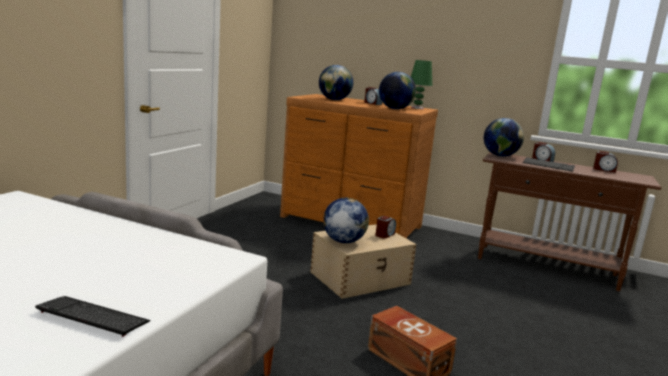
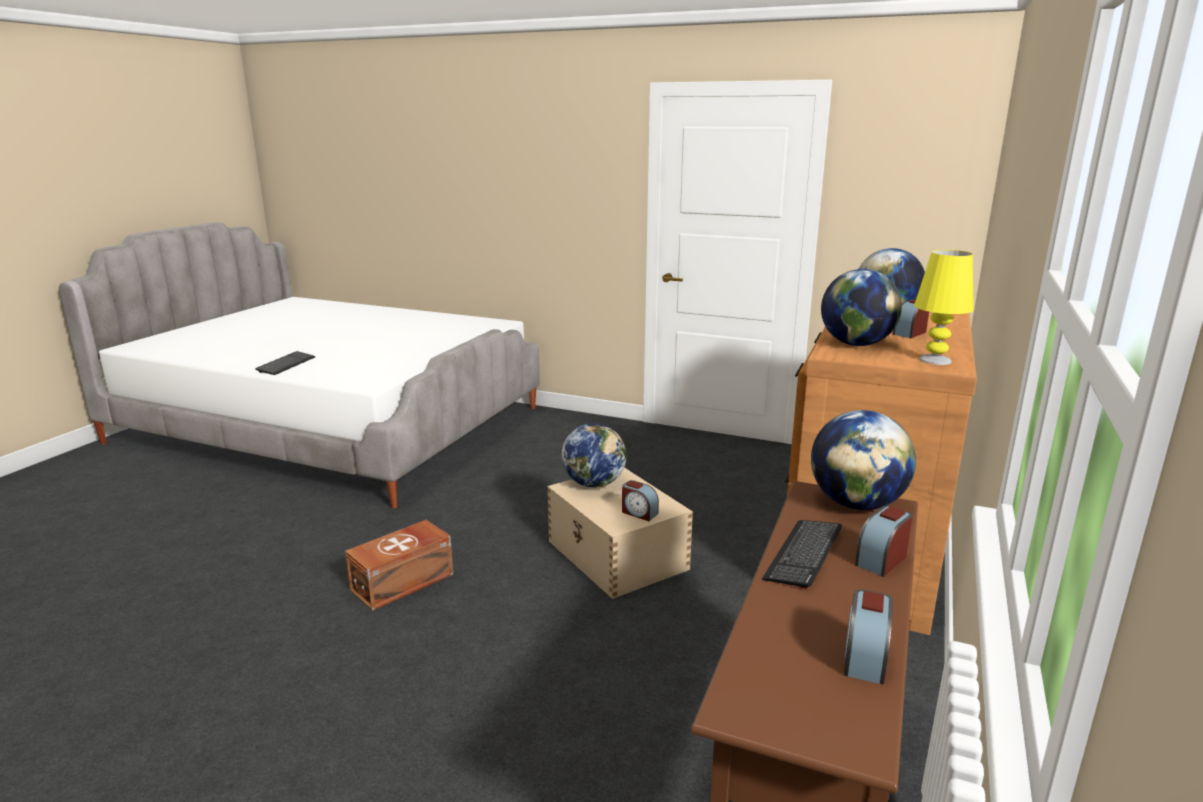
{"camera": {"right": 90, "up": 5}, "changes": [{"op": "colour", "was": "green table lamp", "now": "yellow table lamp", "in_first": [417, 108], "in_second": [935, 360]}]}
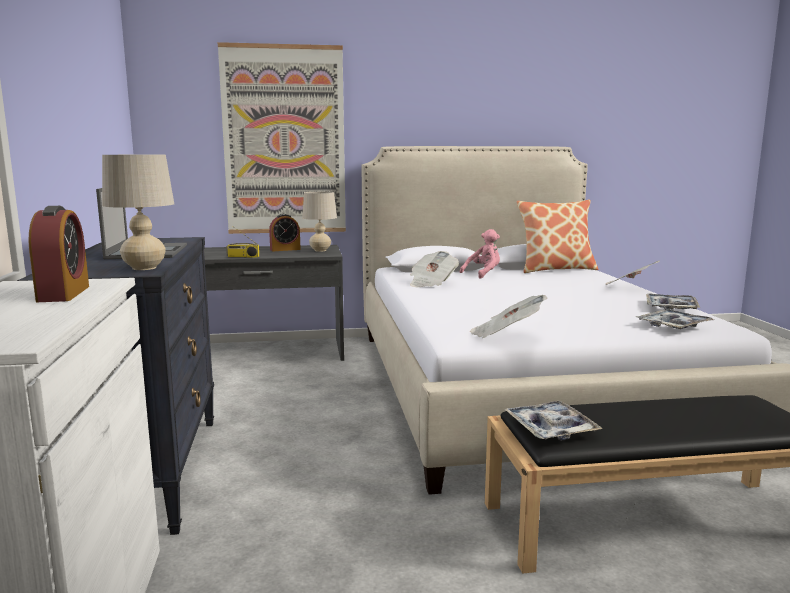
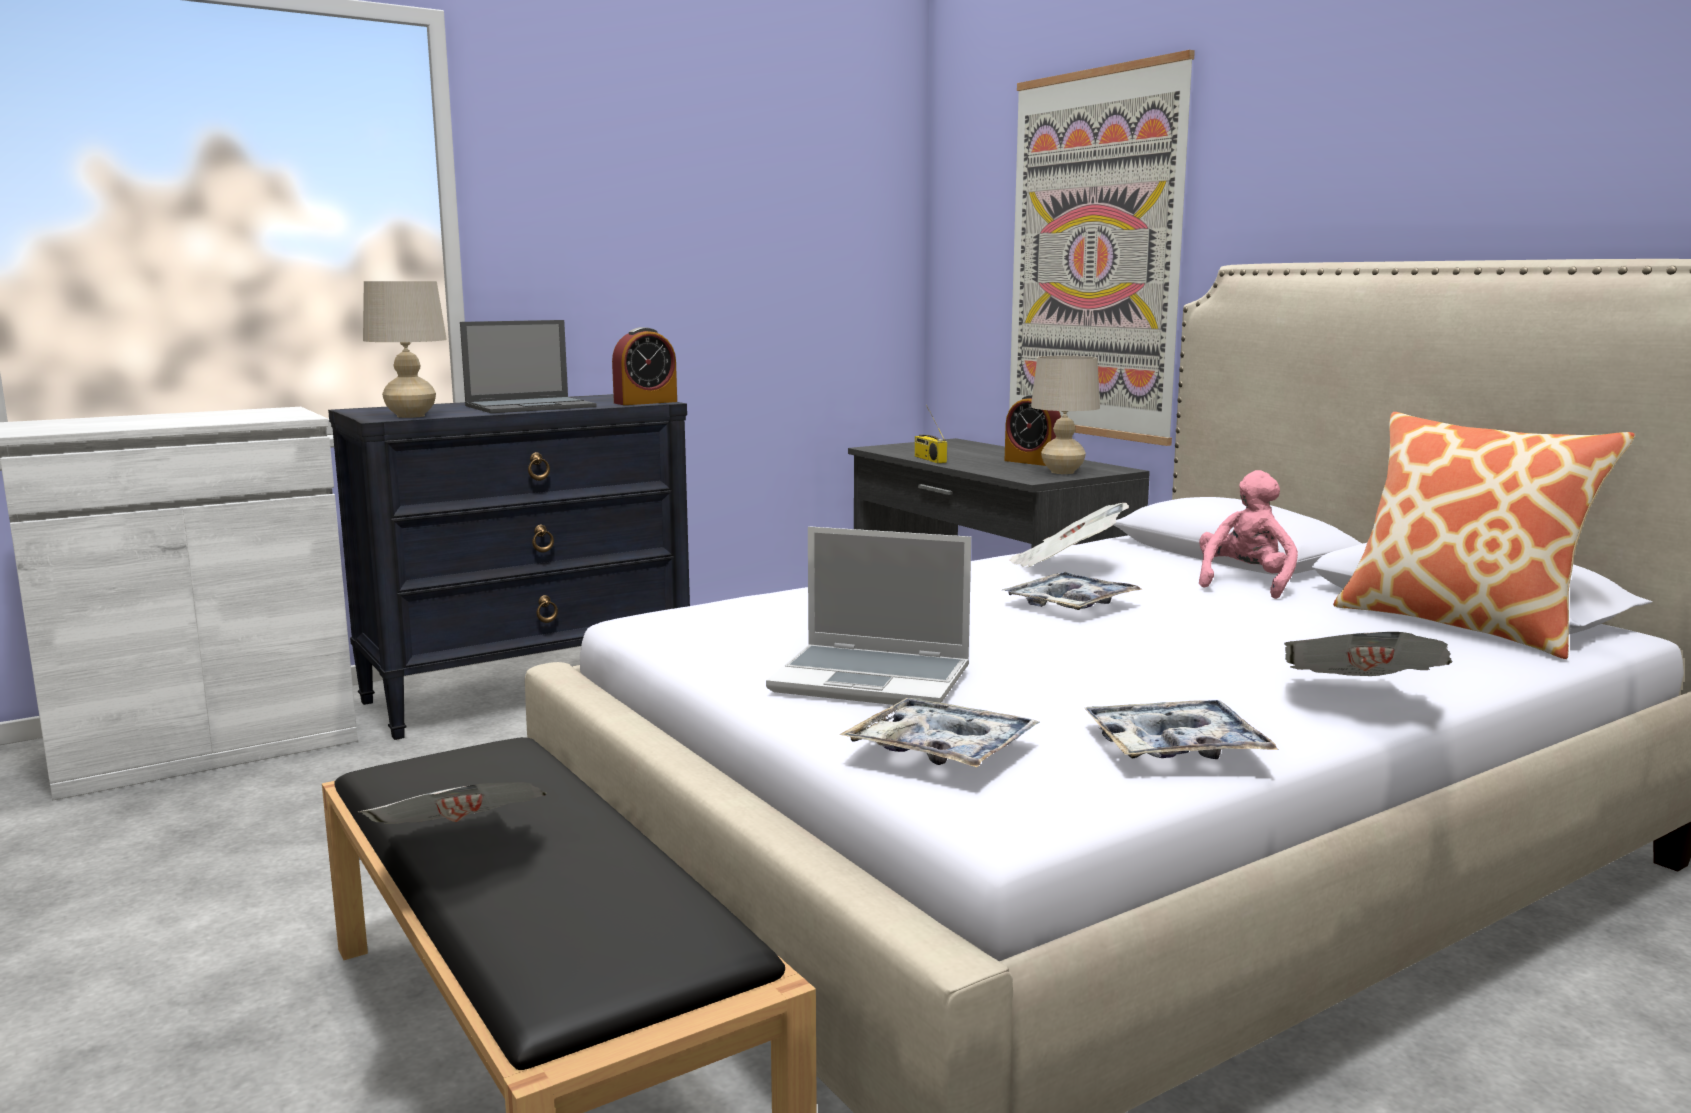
{"camera": {"right": 65, "up": 0}, "changes": [{"op": "relocated", "was": "alarm clock", "in_first": [63, 294], "in_second": [645, 402]}, {"op": "spun", "was": "pink plush toy", "in_first": [483, 274], "in_second": [1245, 583], "clockwise": -90}, {"op": "relocated", "was": "newspaper", "in_first": [506, 335], "in_second": [459, 850]}, {"op": "relocated", "was": "tray", "in_first": [550, 428], "in_second": [1070, 604]}, {"op": "appeared", "now": "laptop", "in_second": [874, 680]}]}
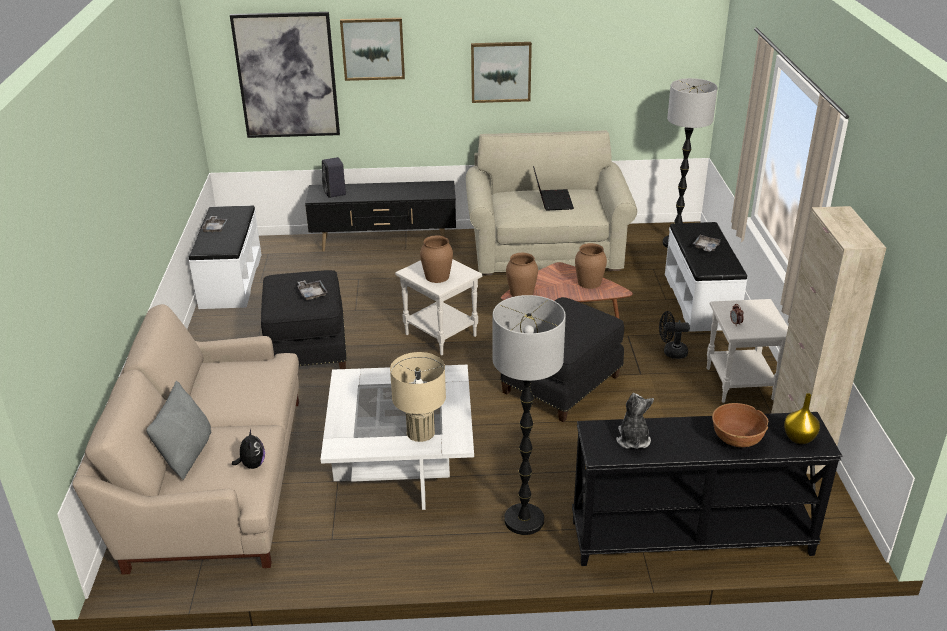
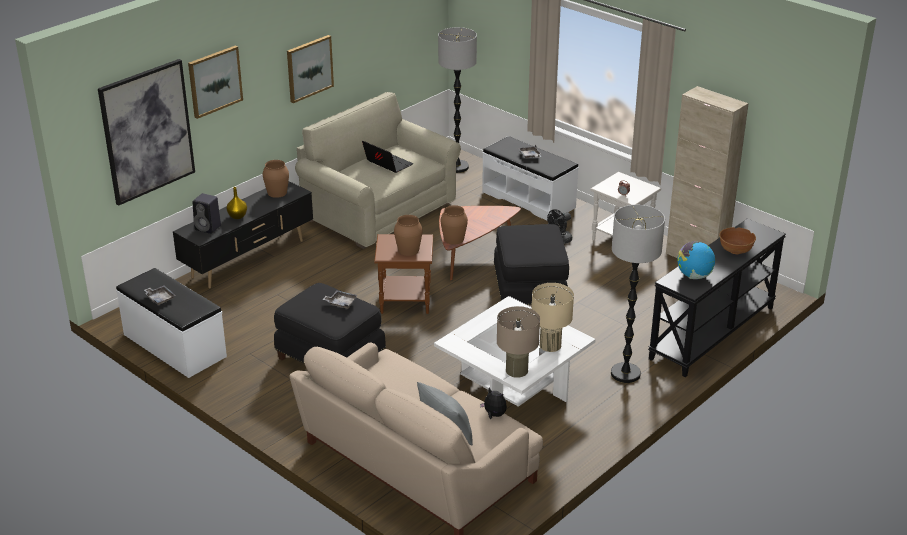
{"camera": {"right": -45, "up": 0}, "changes": [{"op": "colour", "was": "white side table", "now": "brown side table", "in_first": [442, 335], "in_second": [406, 301]}, {"op": "relocated", "was": "brown vase", "in_first": [589, 282], "in_second": [277, 192]}, {"op": "exchanged", "was": "plush toy", "now": "globe", "in_first": [633, 439], "in_second": [694, 276]}, {"op": "relocated", "was": "yellow vase", "in_first": [799, 438], "in_second": [238, 216]}, {"op": "appeared", "now": "beige table lamp", "in_second": [516, 370]}]}
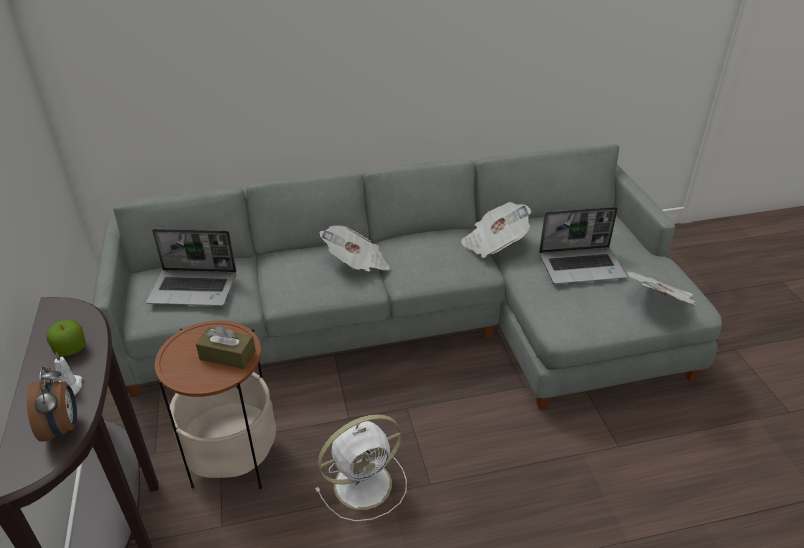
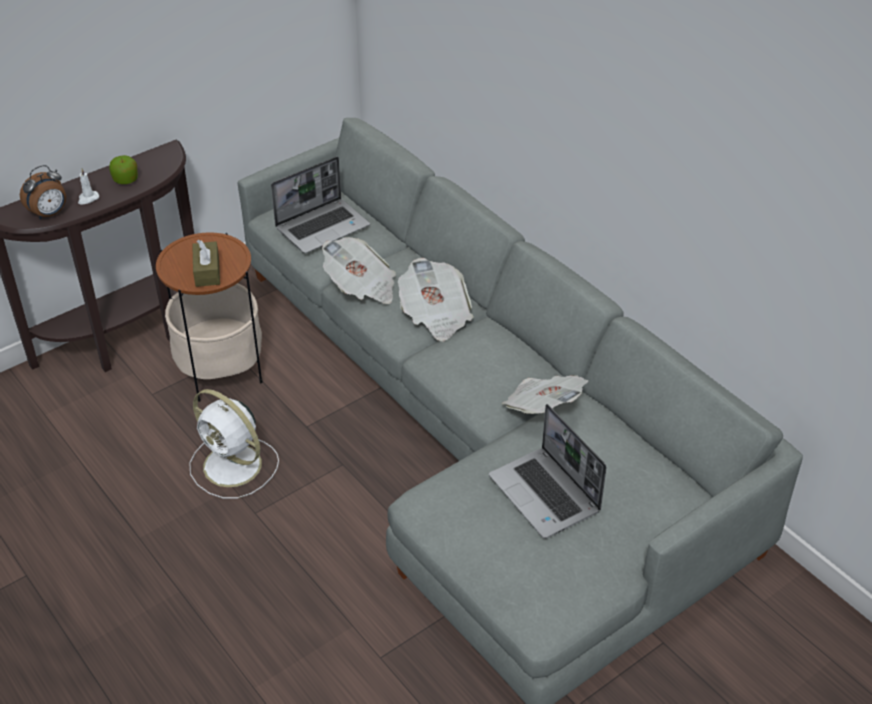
{"camera": {"right": 65, "up": 5}, "changes": [{"op": "spun", "was": "laptop", "in_first": [194, 288], "in_second": [323, 227], "clockwise": -105}, {"op": "relocated", "was": "newspaper", "in_first": [660, 303], "in_second": [361, 287]}]}
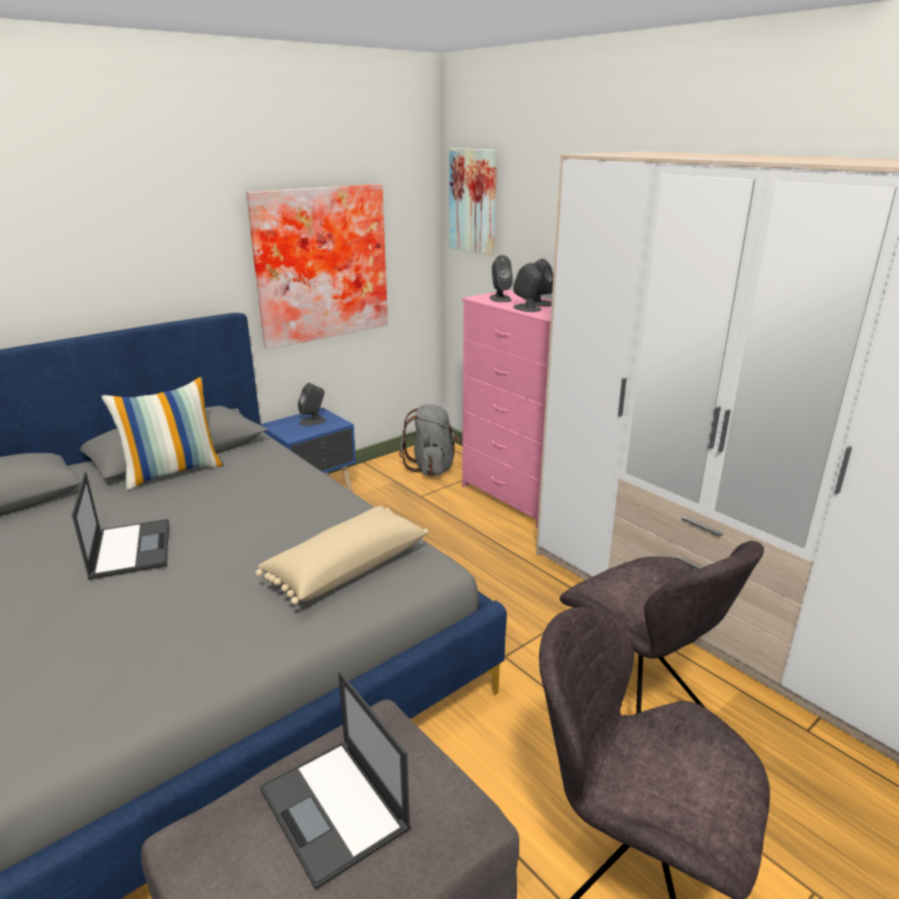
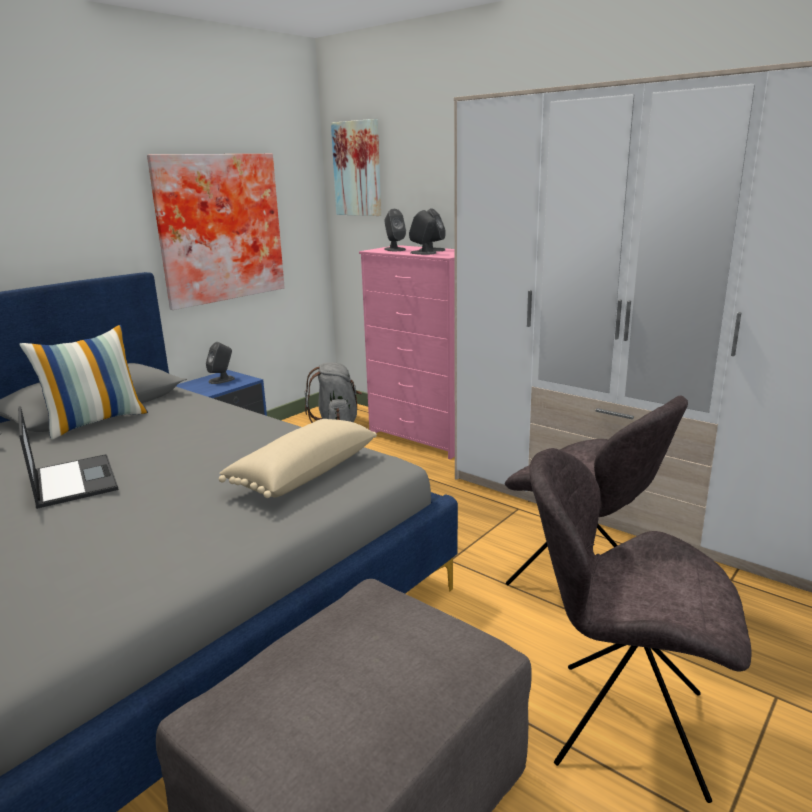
{"camera": {"right": -10, "up": -5}, "changes": [{"op": "missing", "was": "laptop", "in_first": [335, 810]}]}
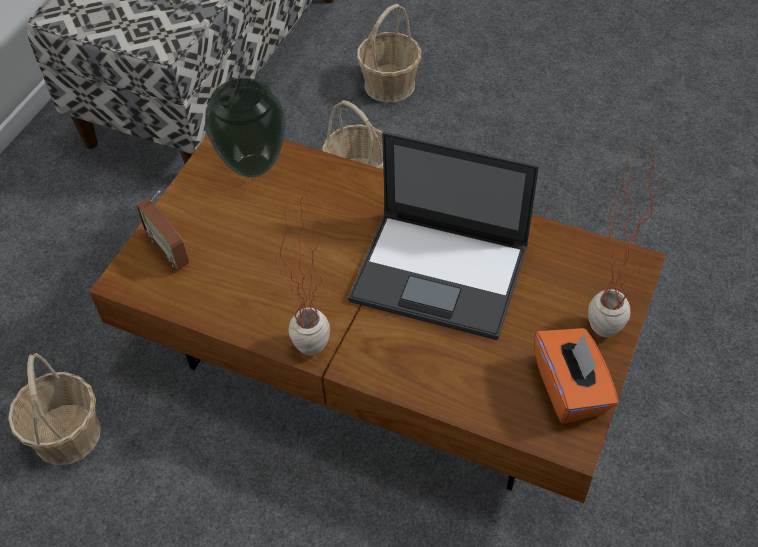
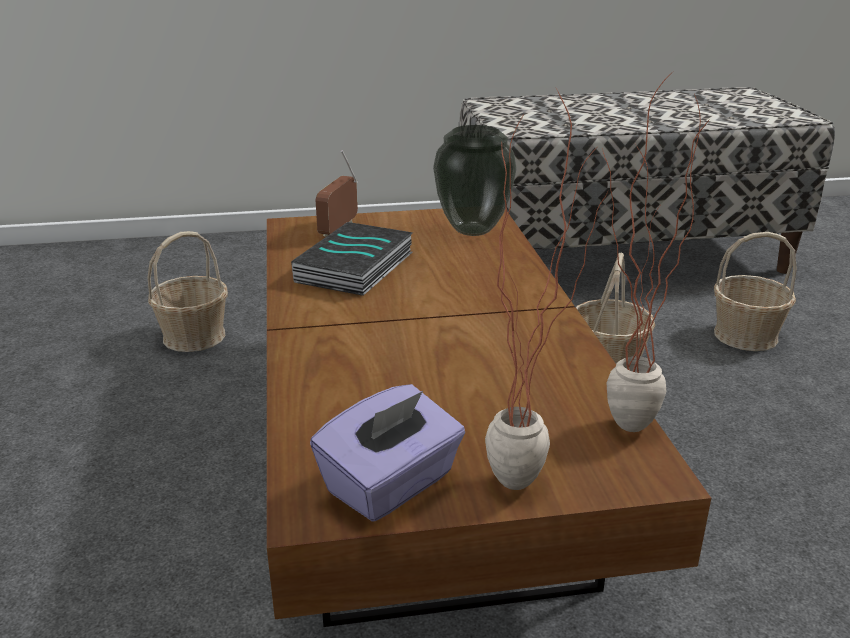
{"camera": {"right": 55, "up": -25}, "changes": [{"op": "relocated", "was": "potted plant", "in_first": [310, 358], "in_second": [616, 430]}, {"op": "missing", "was": "laptop", "in_first": [442, 273]}, {"op": "colour", "was": "orange tissue box", "now": "purple tissue box", "in_first": [570, 389], "in_second": [391, 485]}, {"op": "appeared", "now": "book", "in_second": [356, 268]}]}
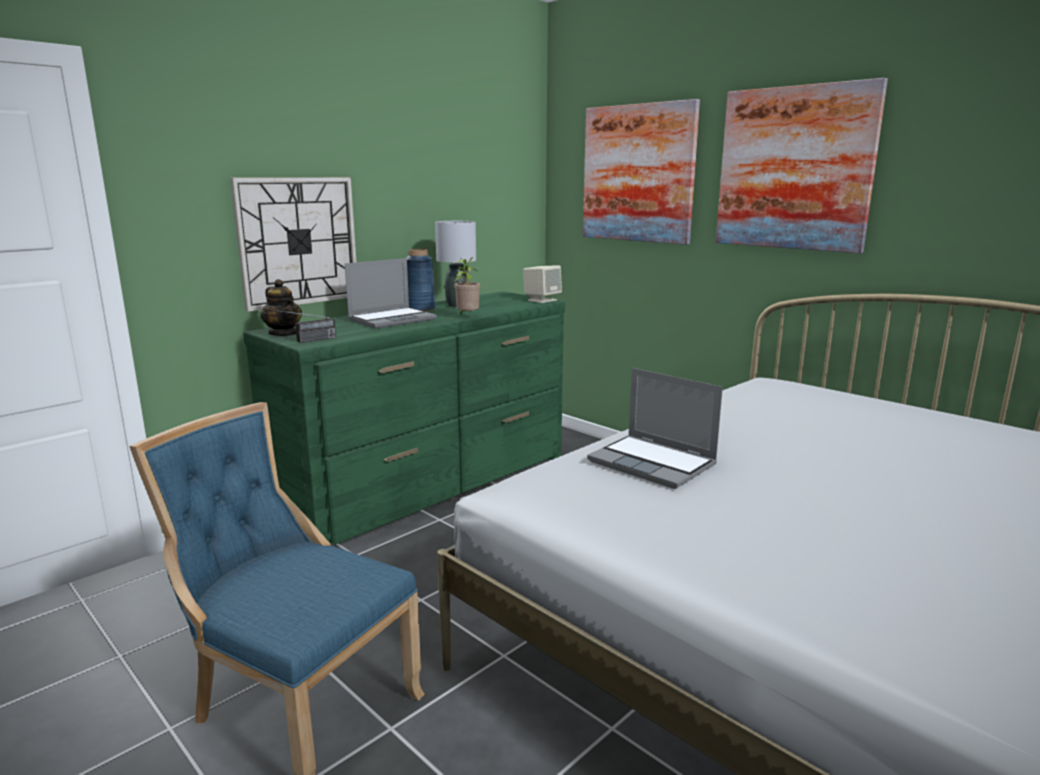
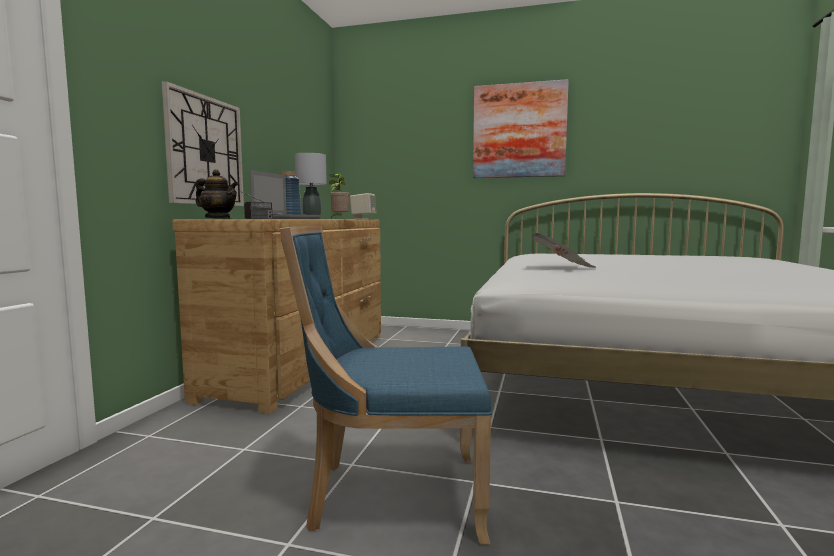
{"camera": {"right": -30, "up": -10}, "changes": [{"op": "colour", "was": "green dresser", "now": "brown dresser", "in_first": [430, 486], "in_second": [306, 362]}, {"op": "missing", "was": "picture", "in_first": [638, 174]}, {"op": "exchanged", "was": "laptop", "now": "newspaper", "in_first": [654, 463], "in_second": [562, 267]}]}
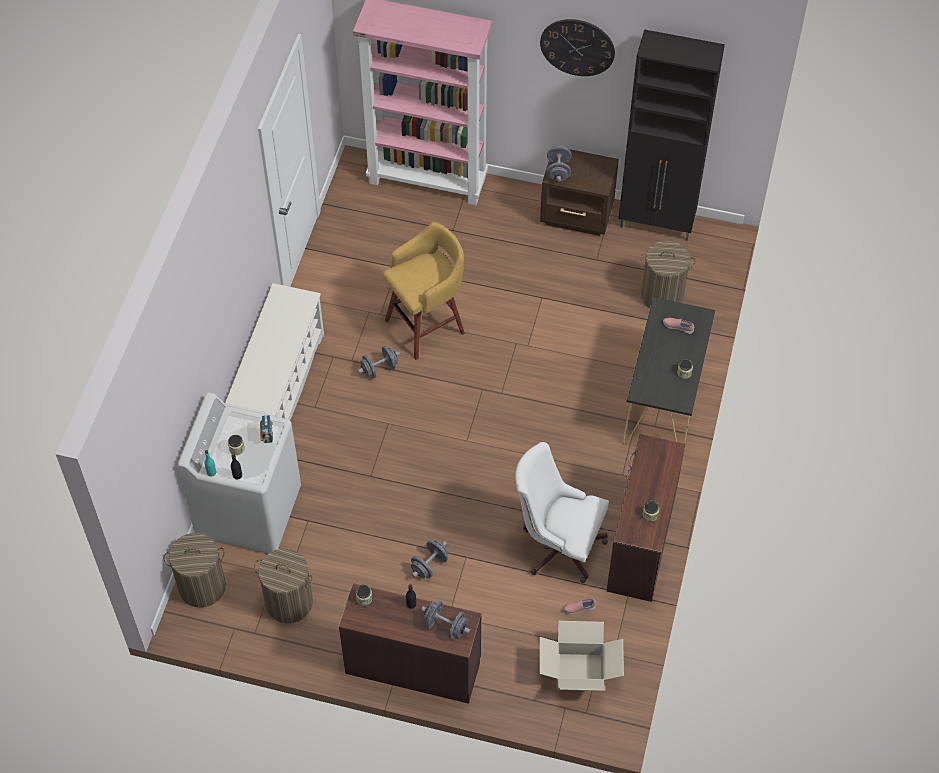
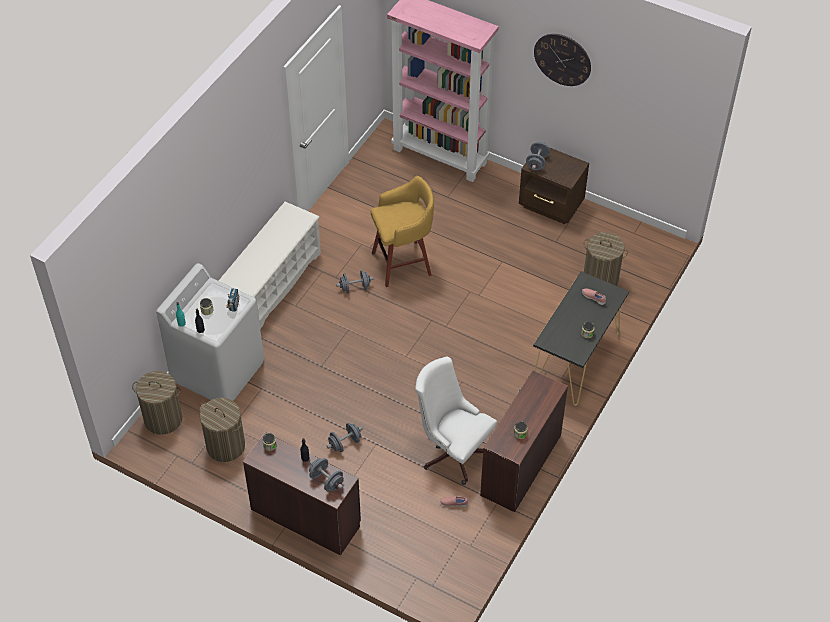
{"camera": {"right": 15, "up": -5}, "changes": [{"op": "missing", "was": "cardboard box", "in_first": [579, 673]}, {"op": "missing", "was": "black cabinet", "in_first": [657, 224]}]}
